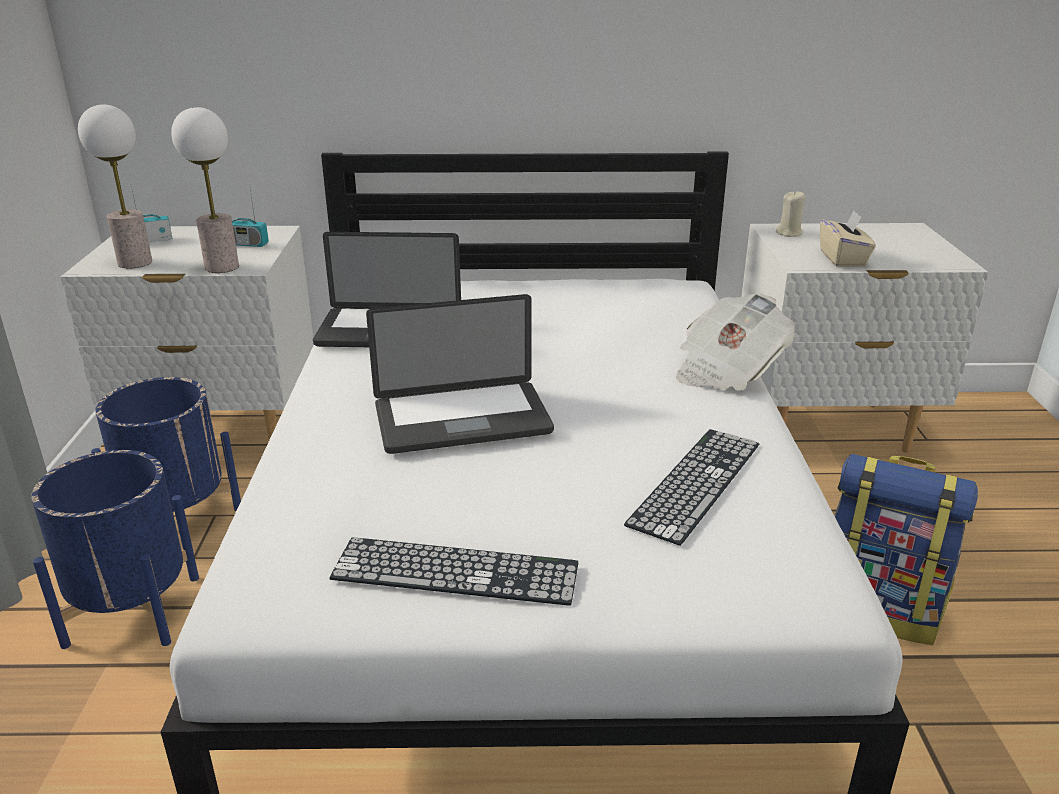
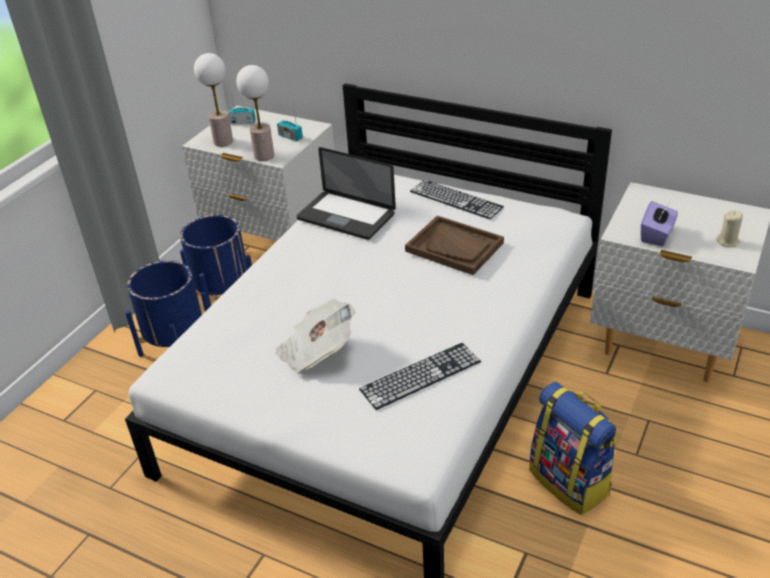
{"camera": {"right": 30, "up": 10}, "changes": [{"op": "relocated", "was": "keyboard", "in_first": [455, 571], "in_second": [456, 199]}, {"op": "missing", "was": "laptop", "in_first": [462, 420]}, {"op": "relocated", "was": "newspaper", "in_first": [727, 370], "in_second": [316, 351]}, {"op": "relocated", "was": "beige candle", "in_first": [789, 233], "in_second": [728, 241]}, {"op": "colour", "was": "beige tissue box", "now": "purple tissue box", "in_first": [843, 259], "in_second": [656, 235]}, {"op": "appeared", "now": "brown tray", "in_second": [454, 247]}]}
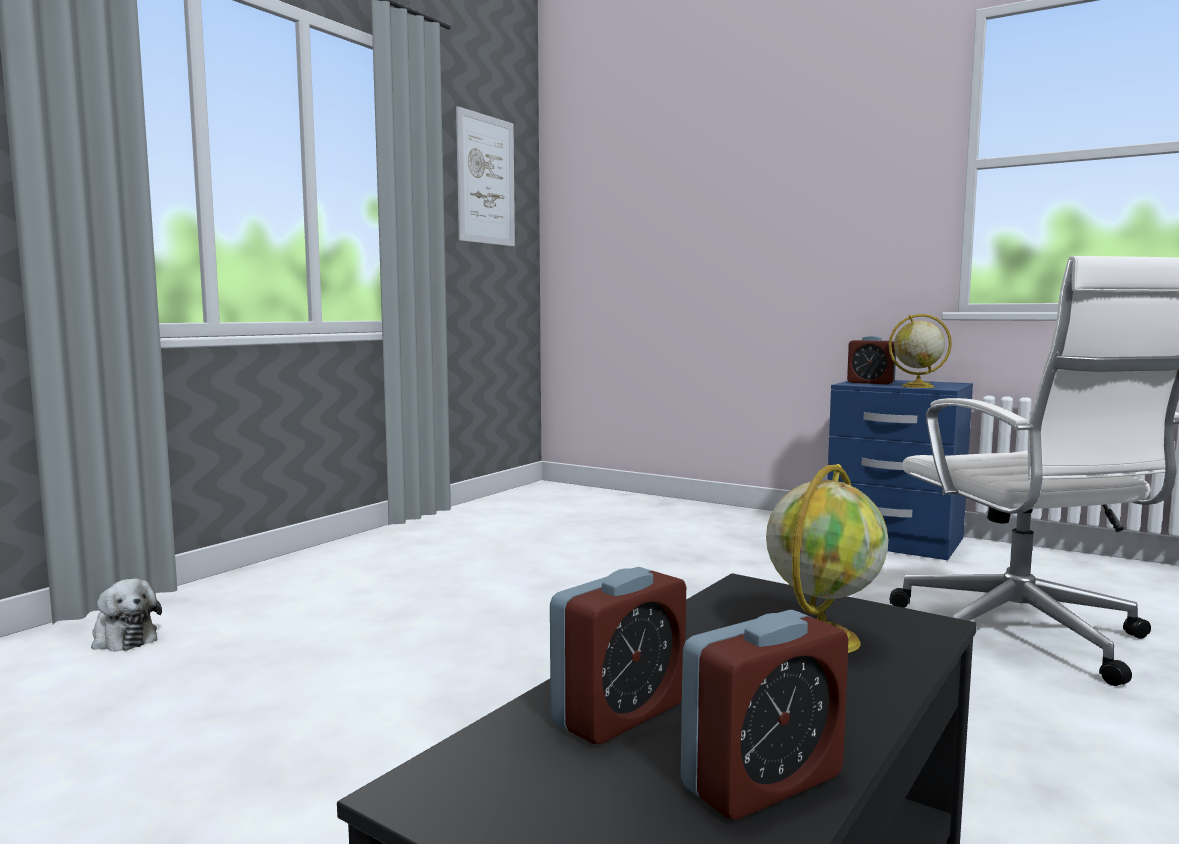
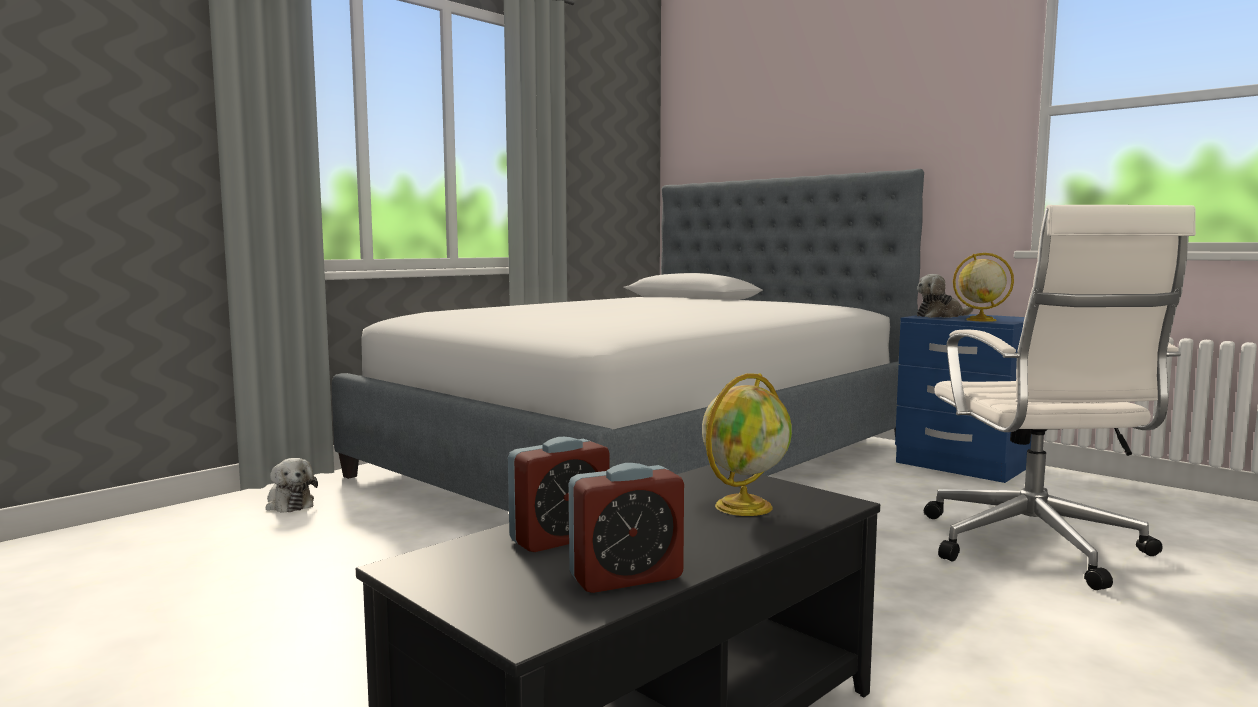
{"camera": {"right": 10, "up": 0}, "changes": [{"op": "missing", "was": "picture", "in_first": [486, 180]}, {"op": "exchanged", "was": "alarm clock", "now": "plush toy", "in_first": [870, 383], "in_second": [941, 316]}, {"op": "appeared", "now": "bed", "in_second": [646, 459]}]}
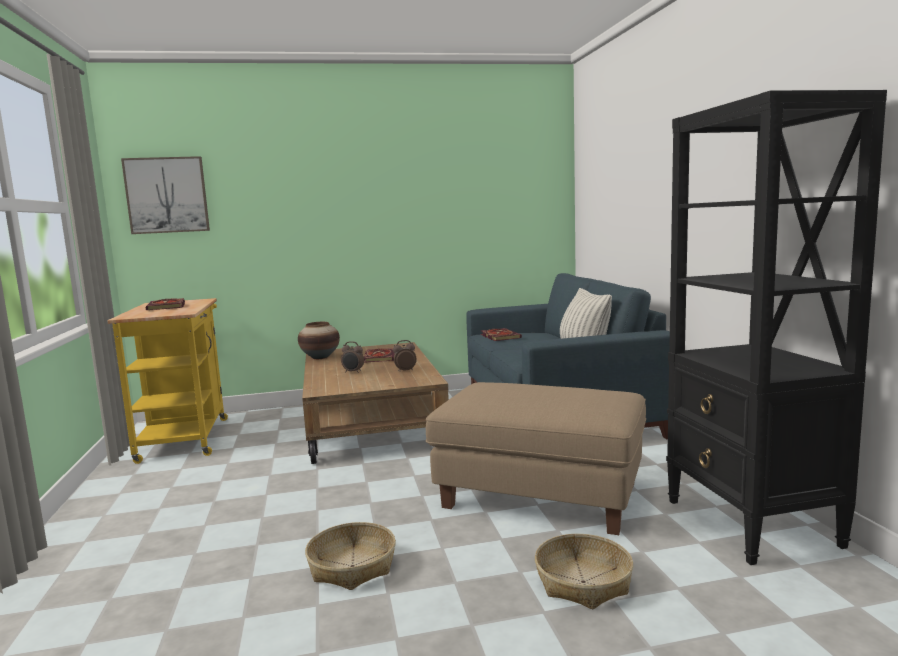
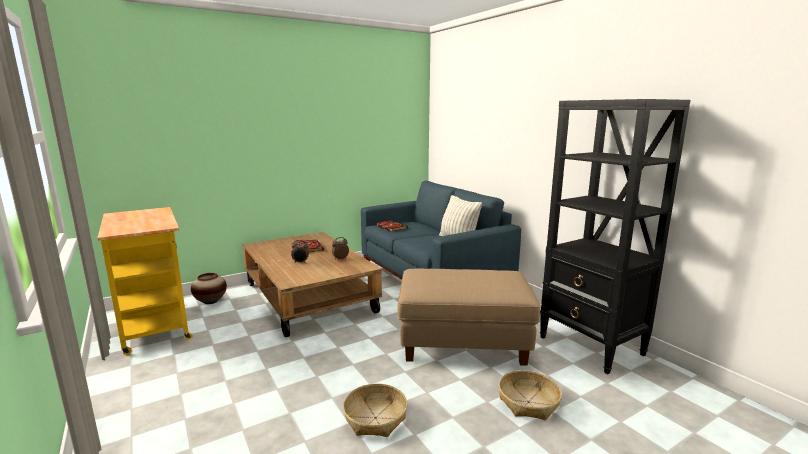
{"camera": {"right": -20, "up": 5}, "changes": [{"op": "missing", "was": "picture", "in_first": [167, 195]}, {"op": "missing", "was": "book", "in_first": [167, 307]}, {"op": "relocated", "was": "vase", "in_first": [320, 357], "in_second": [210, 301]}]}
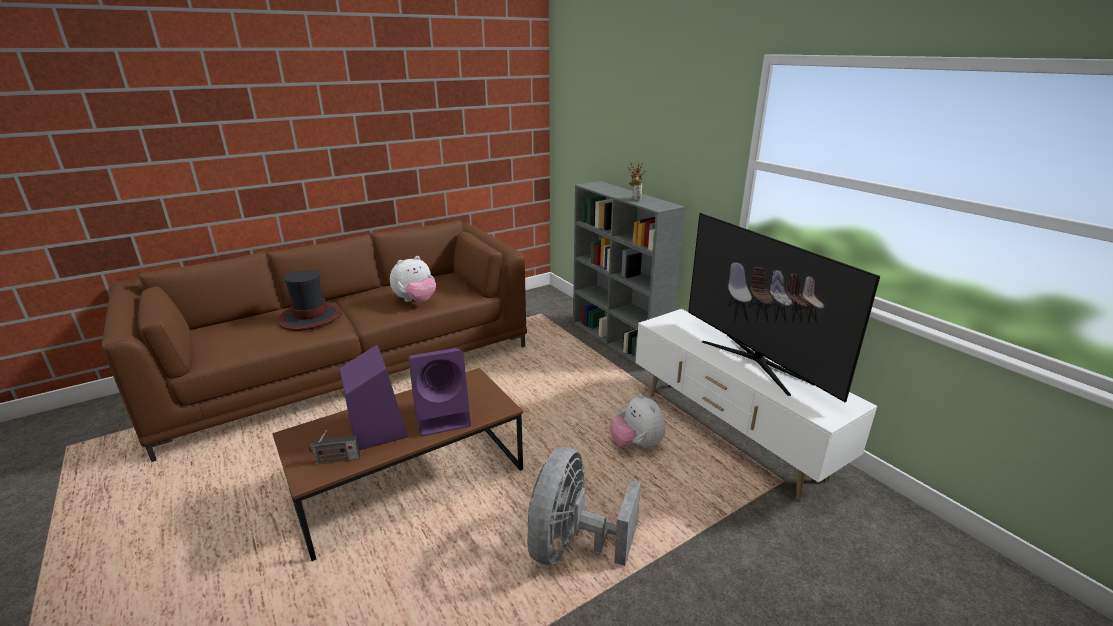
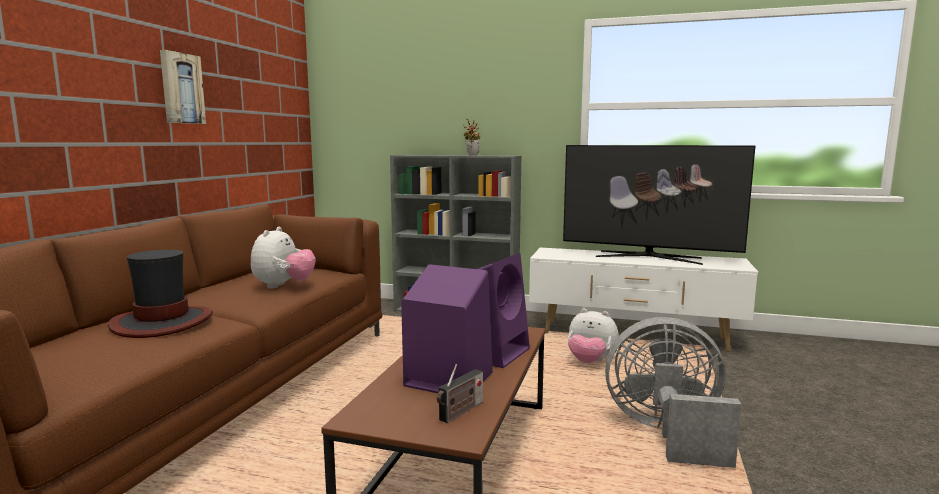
{"camera": {"right": -40, "up": -15}, "changes": [{"op": "spun", "was": "grey fan", "in_first": [572, 545], "in_second": [667, 433], "clockwise": 120}, {"op": "appeared", "now": "picture", "in_second": [181, 88]}]}
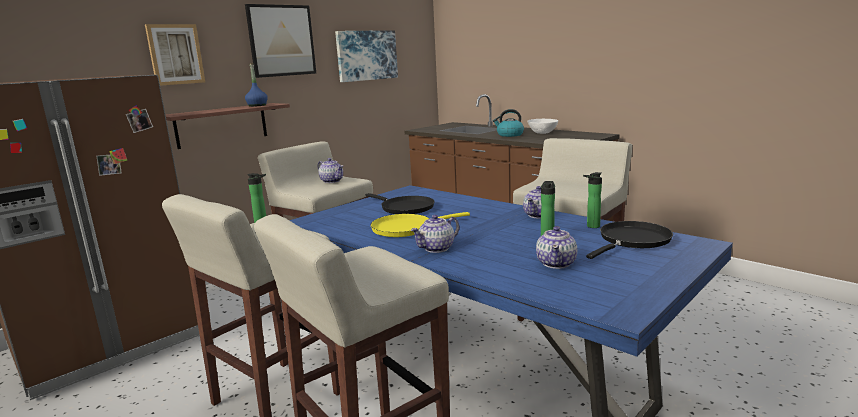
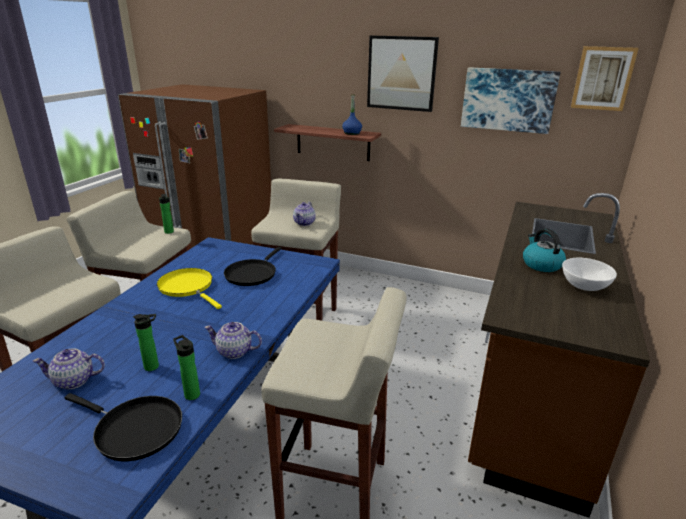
{"camera": {"right": 65, "up": 10}, "changes": [{"op": "relocated", "was": "picture", "in_first": [175, 54], "in_second": [602, 78]}, {"op": "missing", "was": "teapot", "in_first": [437, 248]}]}
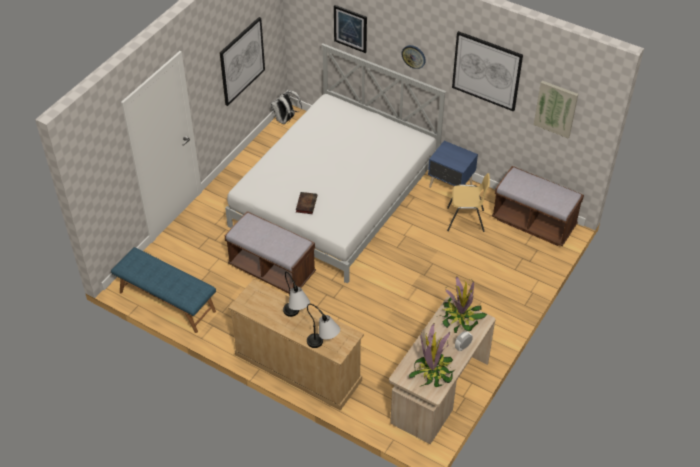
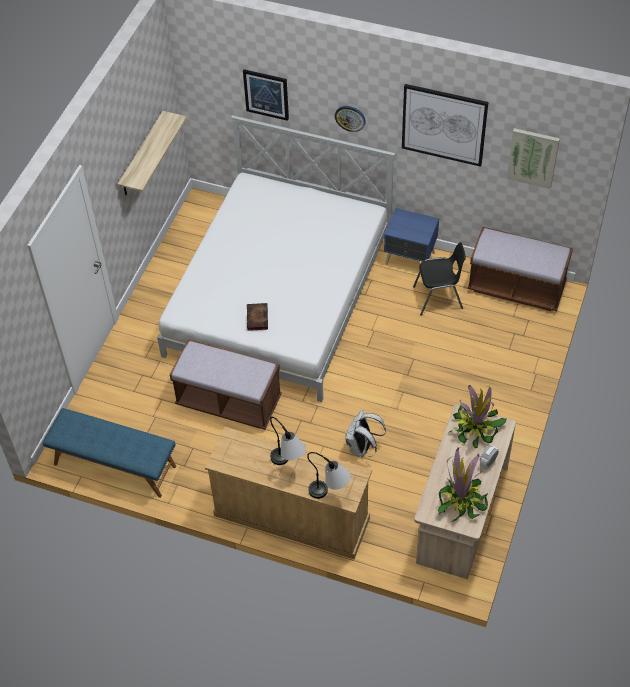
{"camera": {"right": -10, "up": 5}, "changes": [{"op": "exchanged", "was": "picture", "now": "shelf", "in_first": [242, 61], "in_second": [142, 155]}, {"op": "relocated", "was": "white backpack", "in_first": [285, 120], "in_second": [362, 448]}, {"op": "colour", "was": "yellow chair", "now": "black chair", "in_first": [466, 220], "in_second": [438, 298]}]}
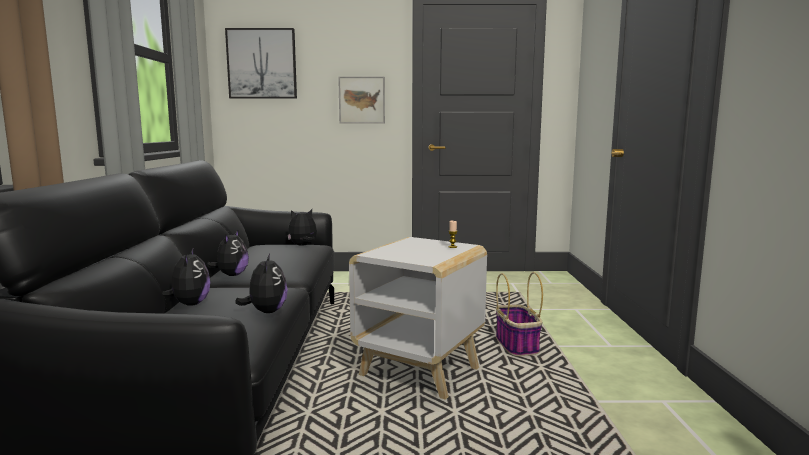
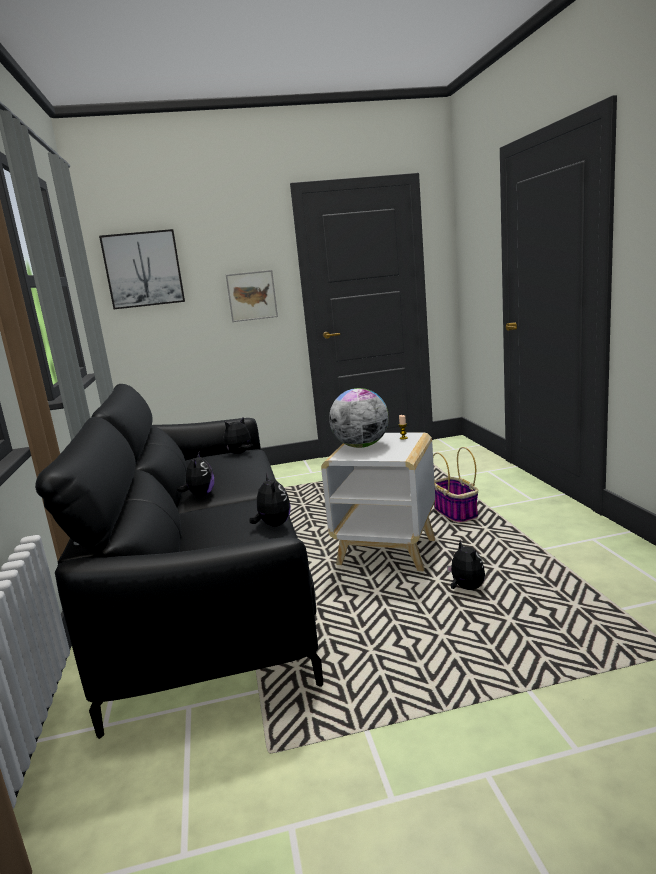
{"camera": {"right": -10, "up": 5}, "changes": [{"op": "relocated", "was": "plush toy", "in_first": [189, 304], "in_second": [466, 588]}, {"op": "appeared", "now": "globe", "in_second": [361, 446]}]}
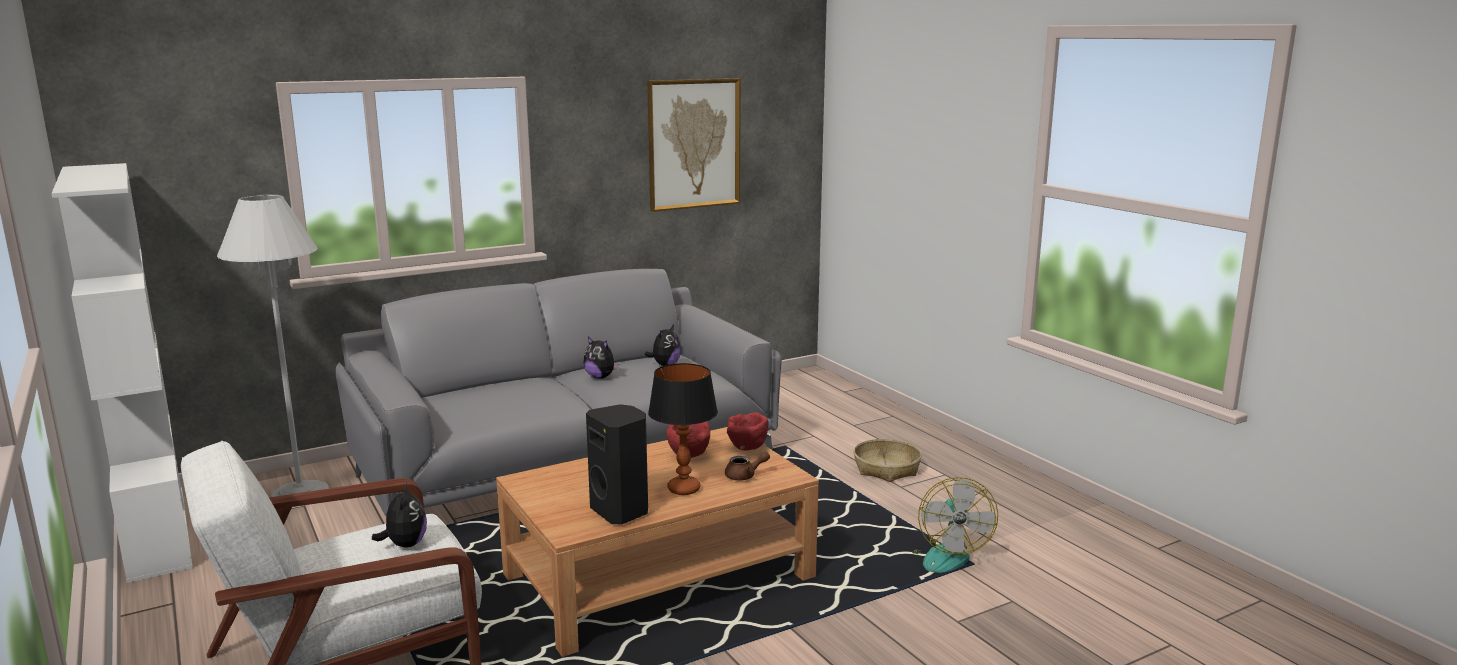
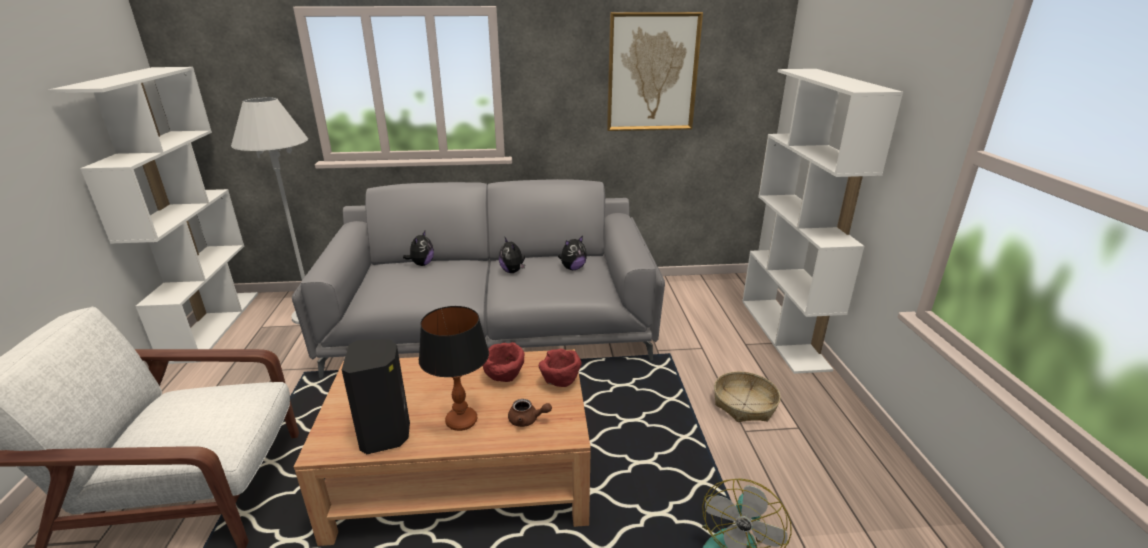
{"camera": {"right": 25, "up": 10}, "changes": [{"op": "relocated", "was": "plush toy", "in_first": [405, 545], "in_second": [422, 264]}, {"op": "appeared", "now": "white bookcase", "in_second": [784, 333]}]}
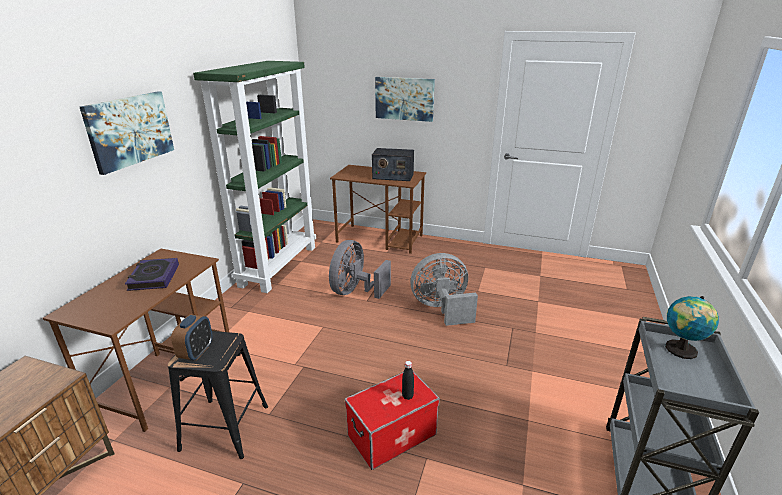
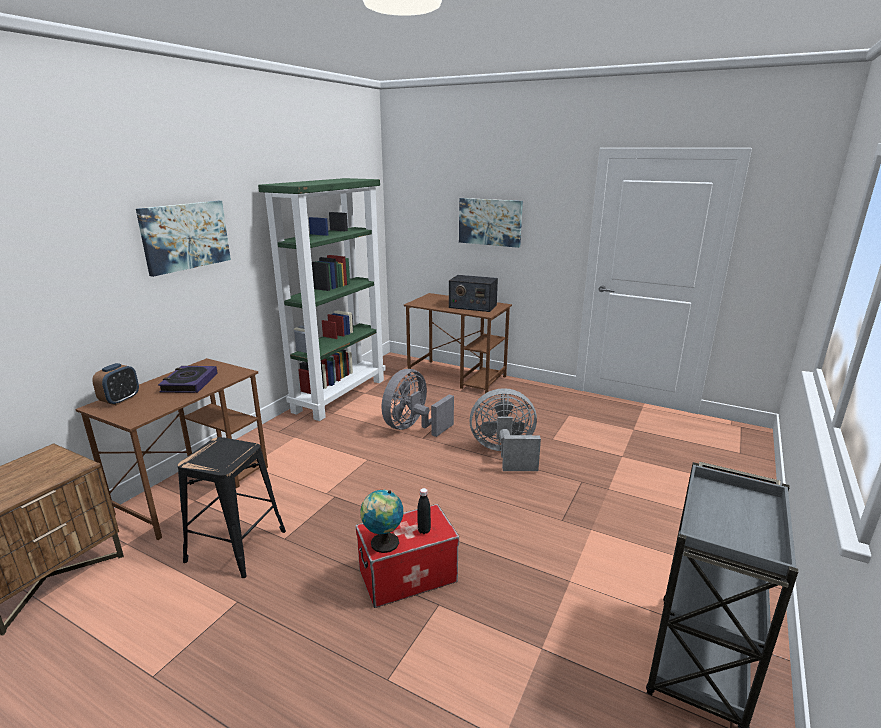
{"camera": {"right": 10, "up": -5}, "changes": [{"op": "relocated", "was": "alarm clock", "in_first": [196, 352], "in_second": [120, 400]}, {"op": "relocated", "was": "globe", "in_first": [680, 350], "in_second": [383, 544]}]}
